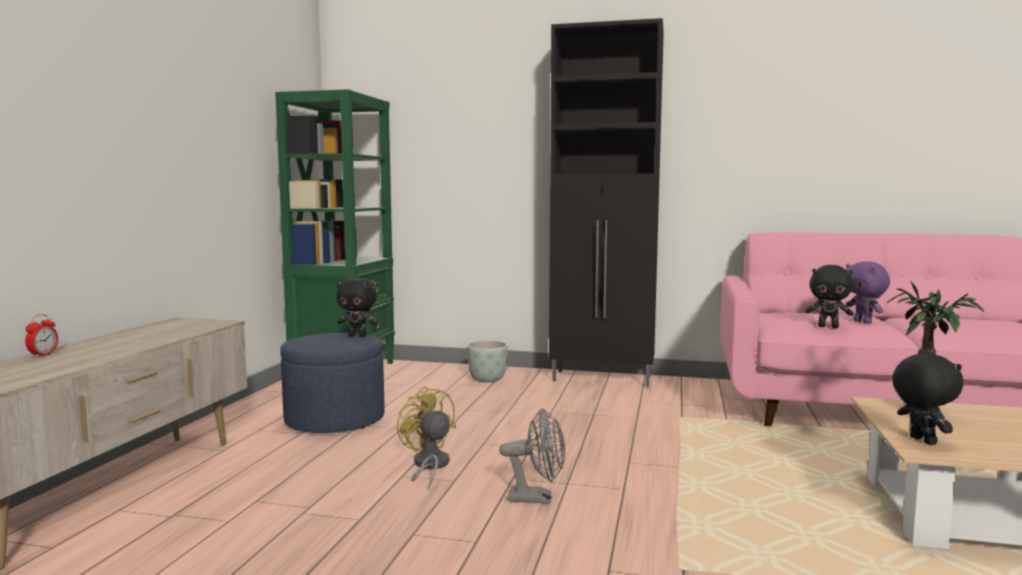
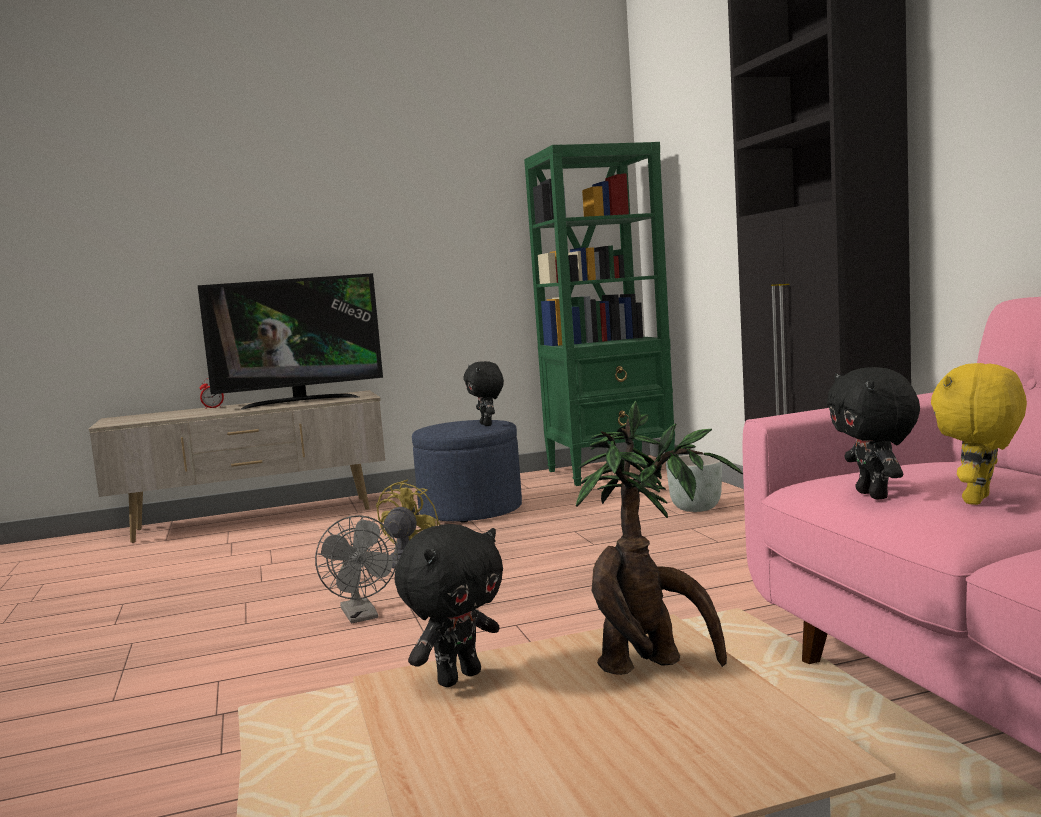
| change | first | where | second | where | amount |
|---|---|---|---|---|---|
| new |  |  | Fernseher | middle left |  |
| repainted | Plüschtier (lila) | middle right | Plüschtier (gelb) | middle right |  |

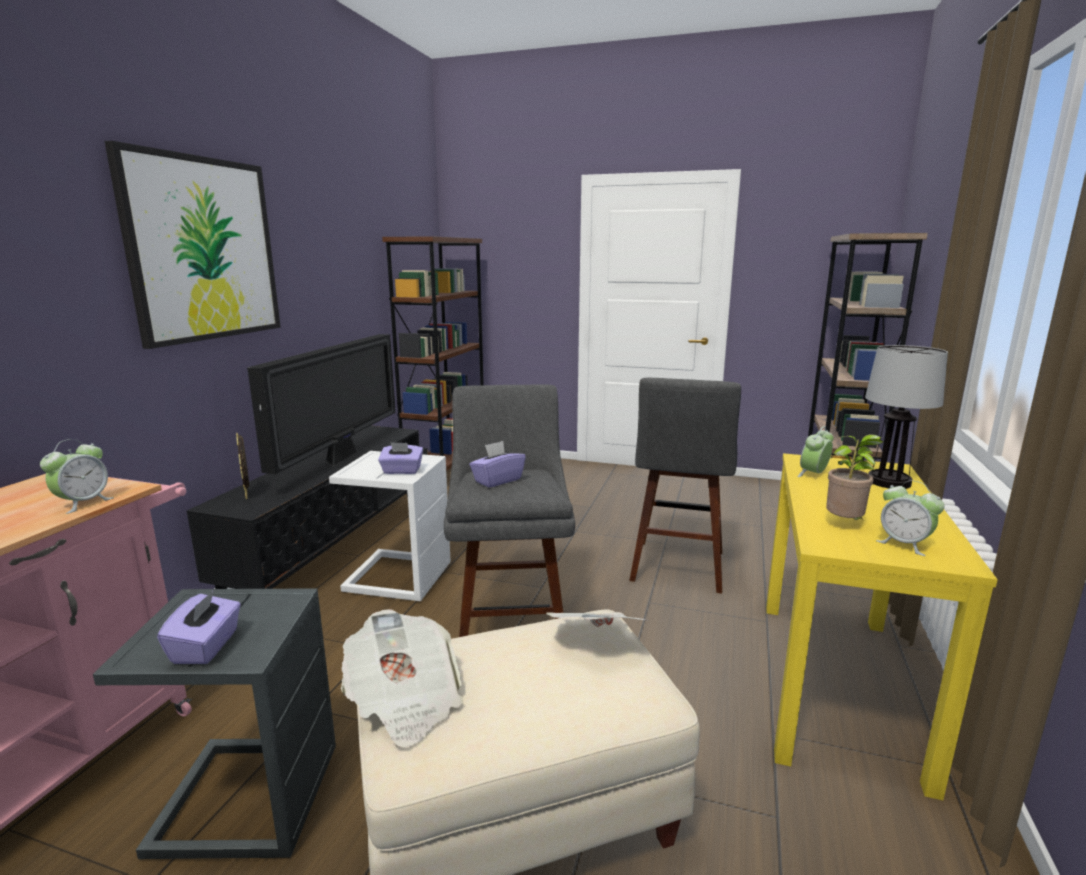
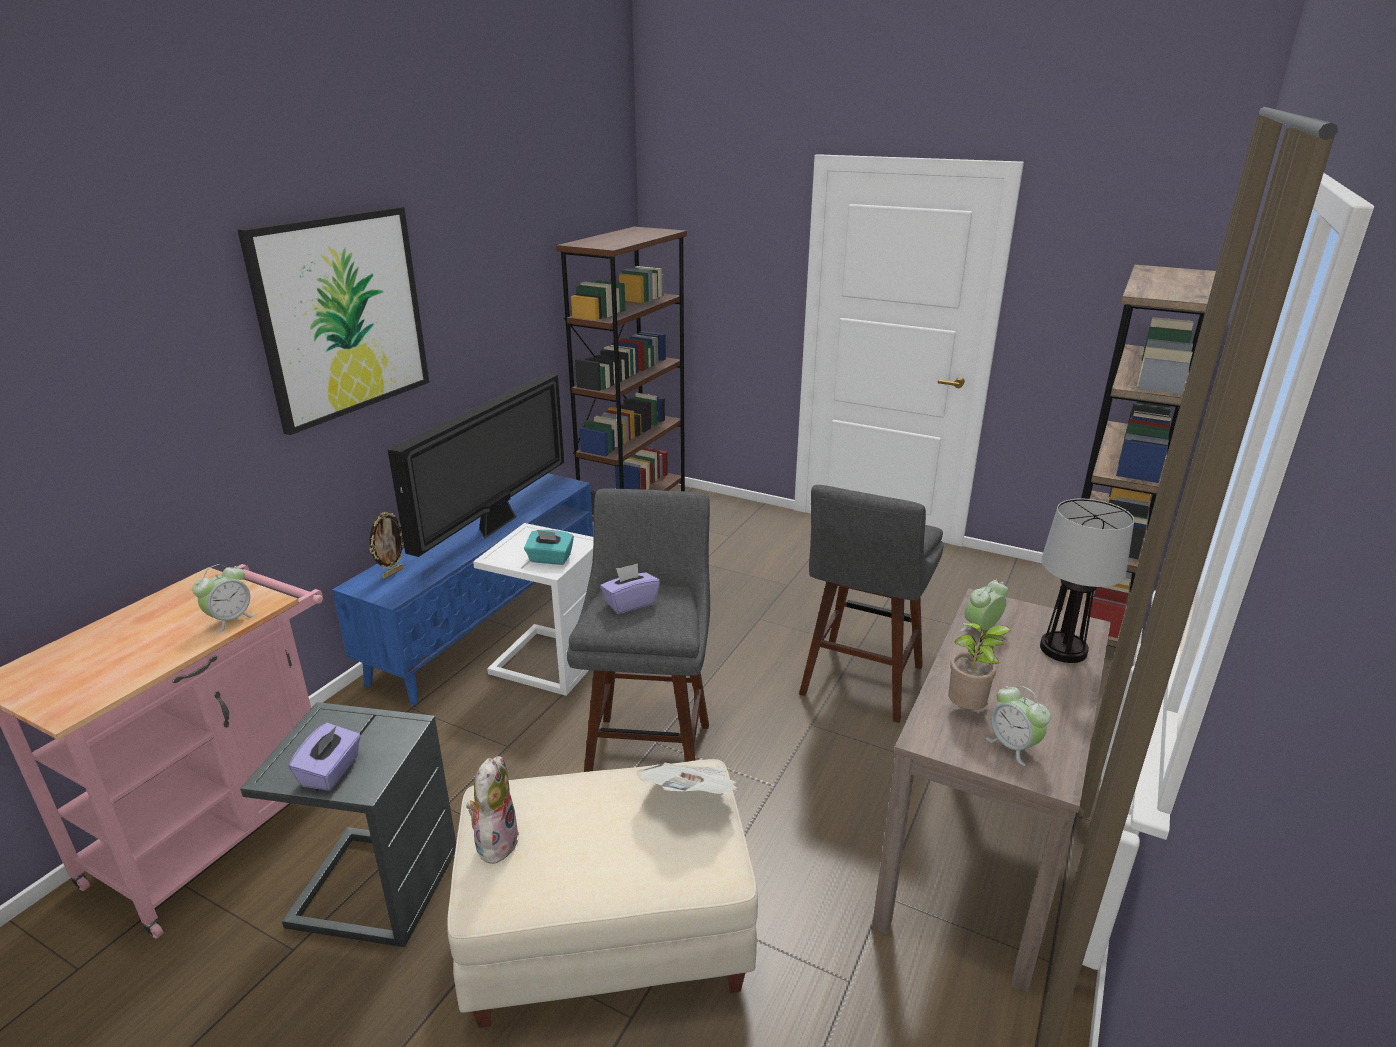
| change | first | where | second | where | amount |
|---|---|---|---|---|---|
| repainted | Fernsehschrank (schwarz) | middle left | Fernsehschrank (blau) | middle left |  |
| rotated | Bilderrahmen | middle left |  | middle left | 135 degrees counterclockwise |
| swapped | Zeitung (no. 1 from left) | bottom centre | Plüschtier | bottom centre |  |
| repainted | Taschentuchbox (lila) (no. 2 from left) | centre | Taschentuchbox (türkis) | centre |  |
| repainted | Konsolentisch (gelb) | bottom right | Konsolentisch (braun) | bottom right |  |

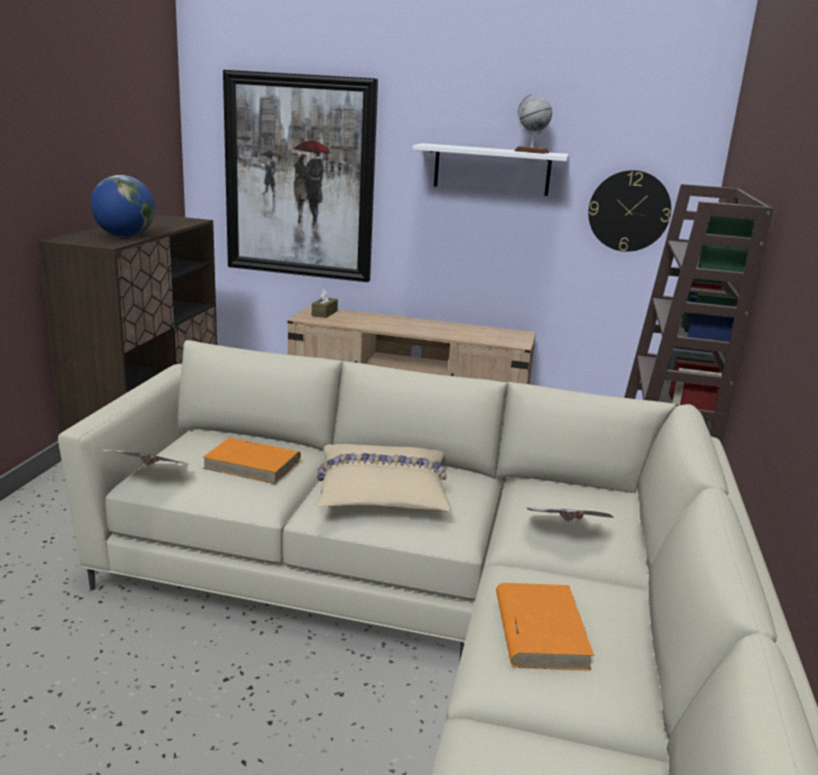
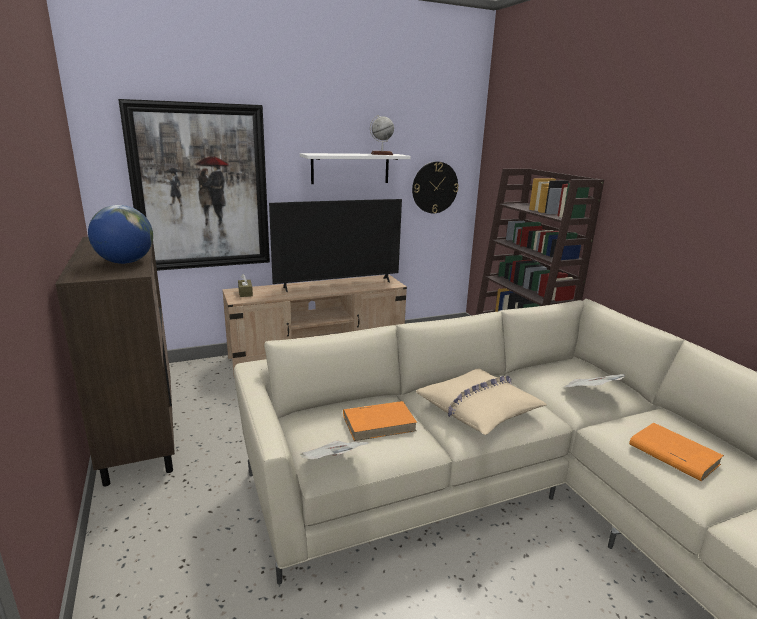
| change | first | where | second | where | amount |
|---|---|---|---|---|---|
| new |  |  | Fernseher | centre |  |

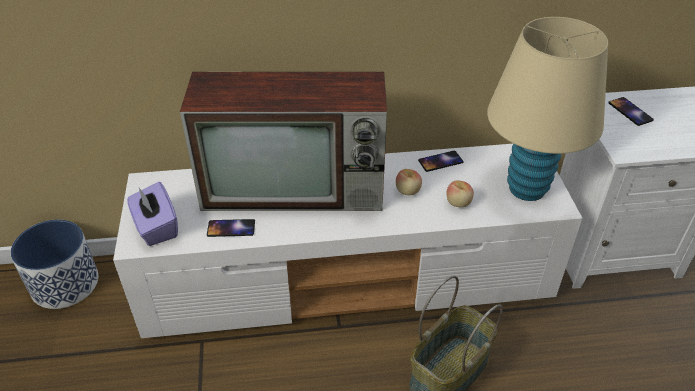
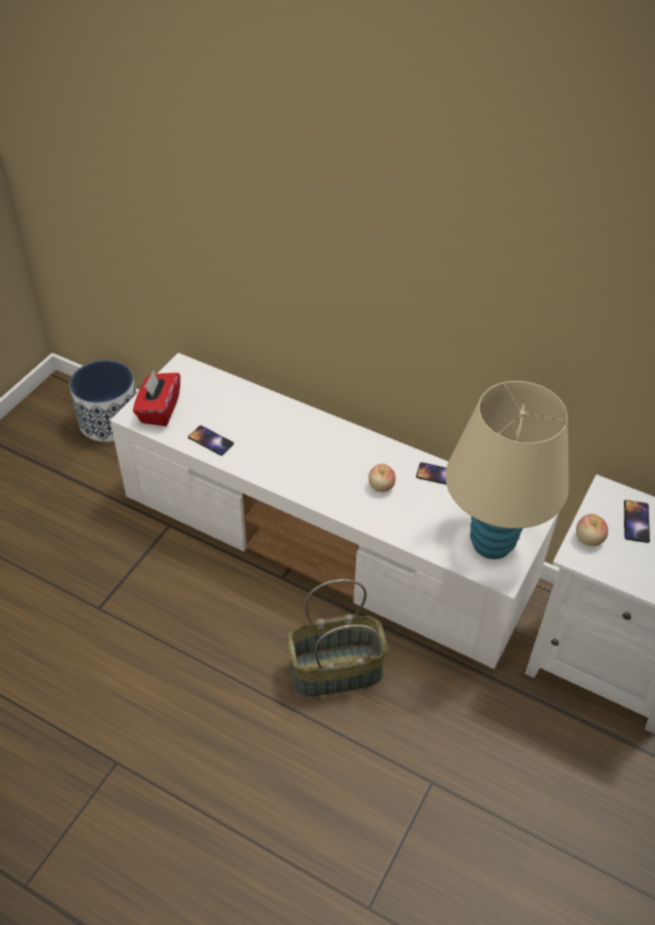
| change | first | where | second | where | amount |
|---|---|---|---|---|---|
| repainted | Taschentuchbox (lila) | middle left | Taschentuchbox (rot) | middle left |  |
| shifted | Apfel (no. 2 from left) | centre |  | middle right |  |
| gone | Fernseher | centre |  |  |  |

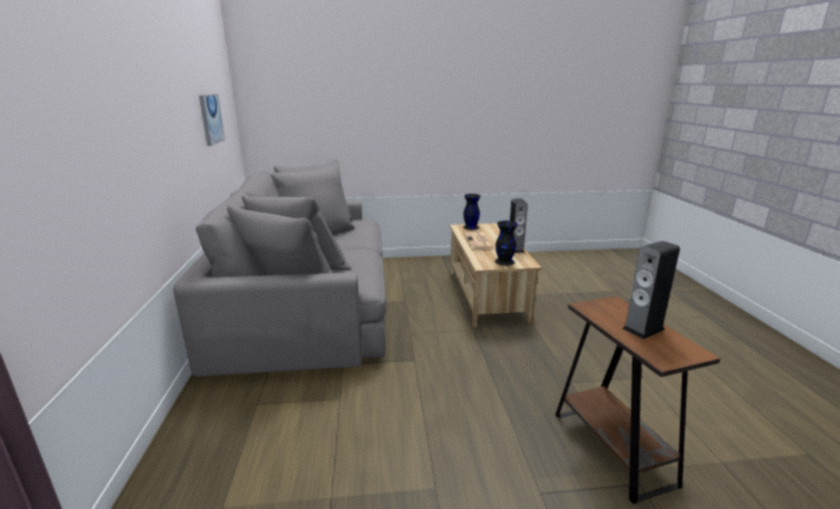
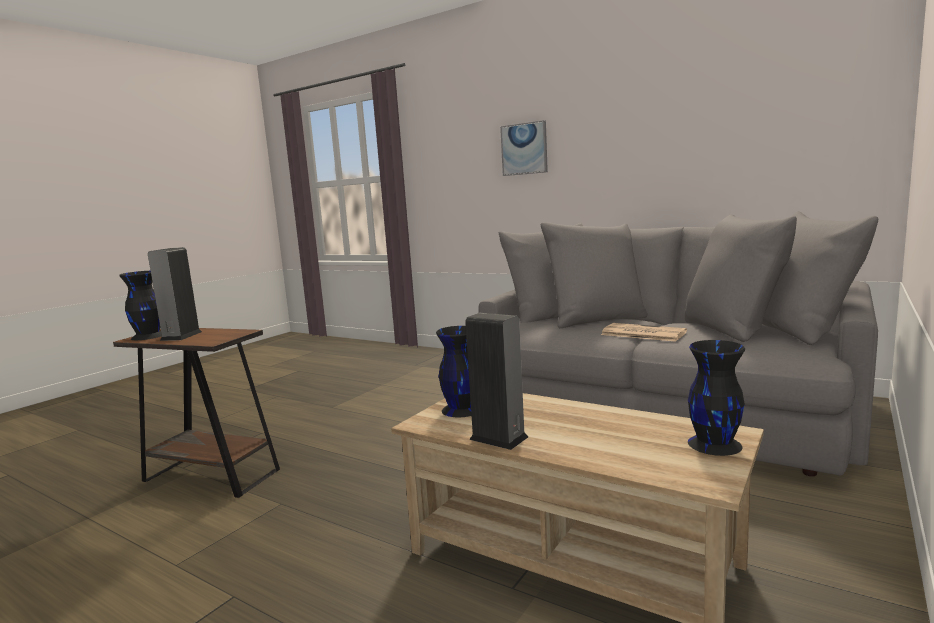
| change | first | where | second | where | amount |
|---|---|---|---|---|---|
| new |  |  | Vase (schwarz) (no. 1 from left) | middle left |  |
| shifted | Bild | top left |  | top centre |  |
| shifted | Zeitung | centre |  | middle right |  |

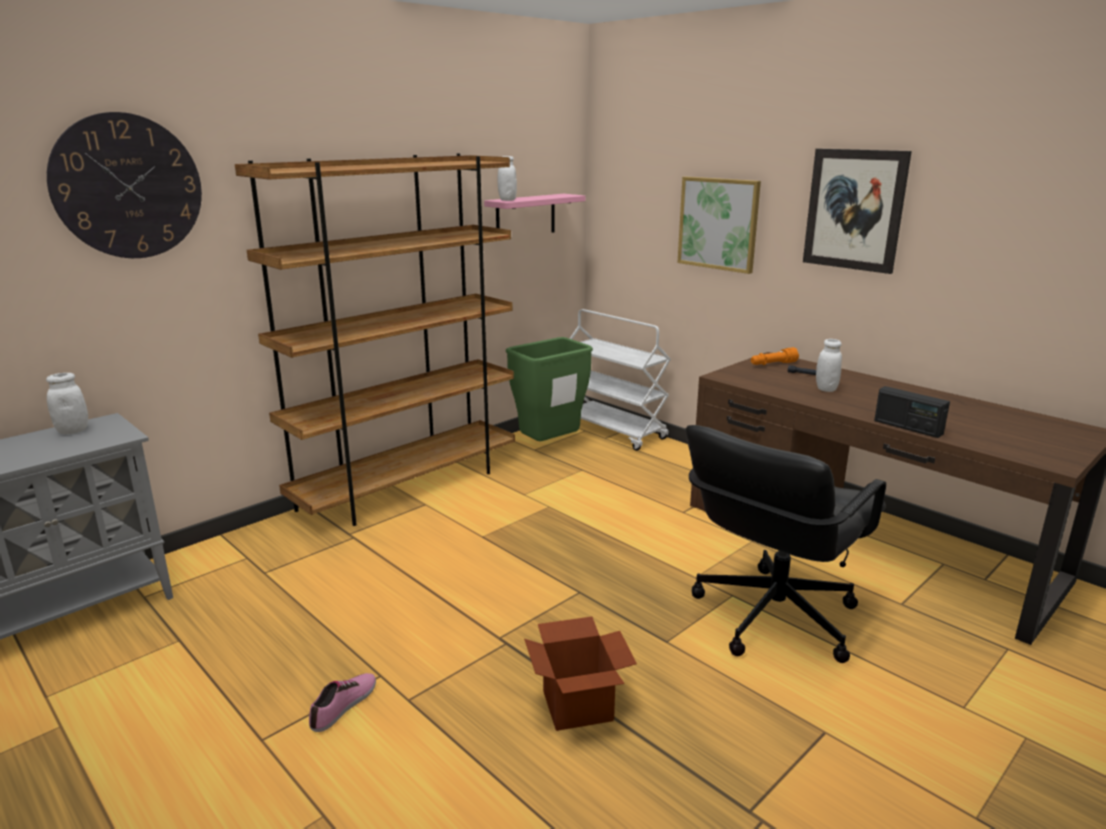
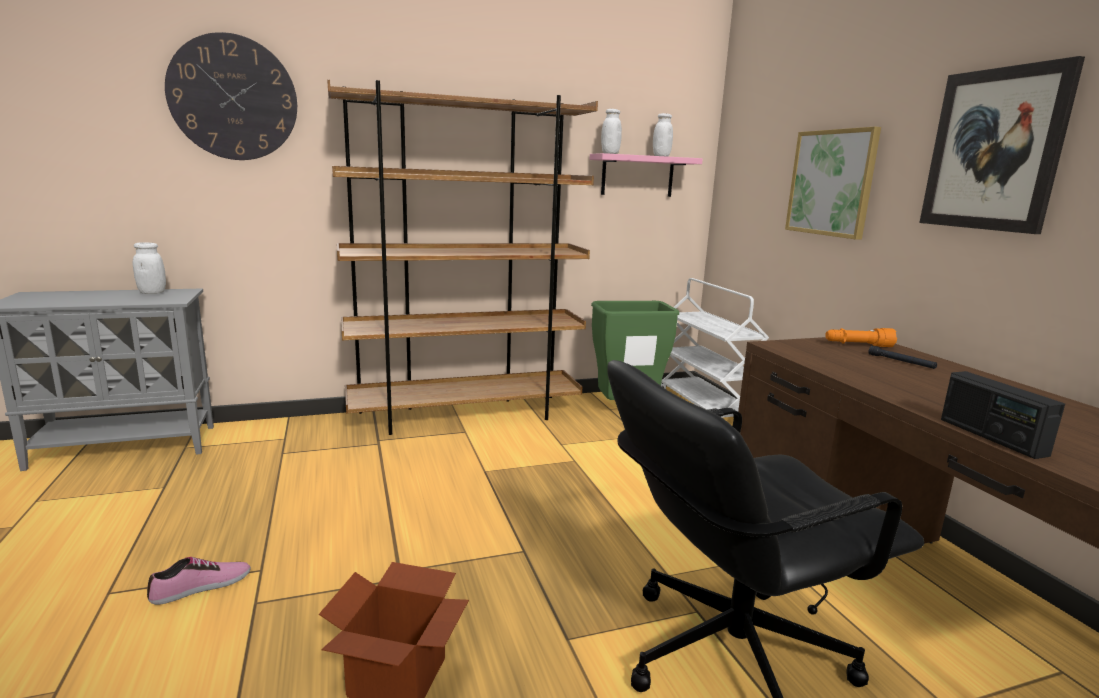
| change | first | where | second | where | amount |
|---|---|---|---|---|---|
| shifted | Vorratsglas (weiß) (no. 3 from left) | middle right |  | top centre |  |

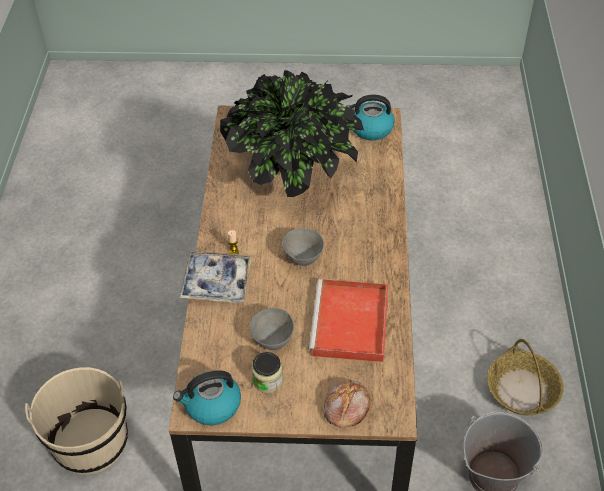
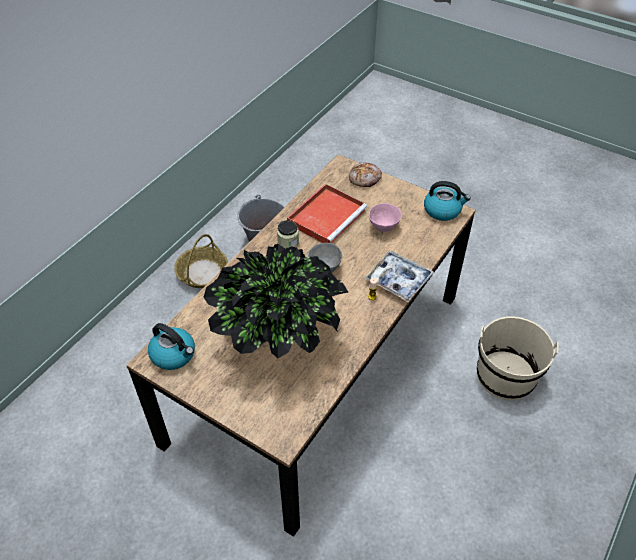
| change | first | where | second | where | amount |
|---|---|---|---|---|---|
| shifted | Vorratsglas | bottom centre |  | centre |  |
| repainted | Schüssel (grau) (no. 1 from left) | bottom centre | Schüssel (rosa) | centre |  |

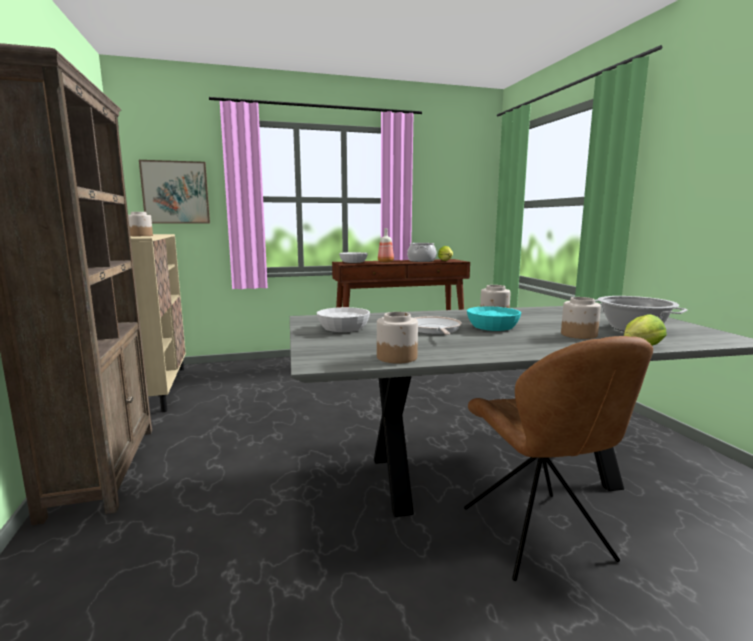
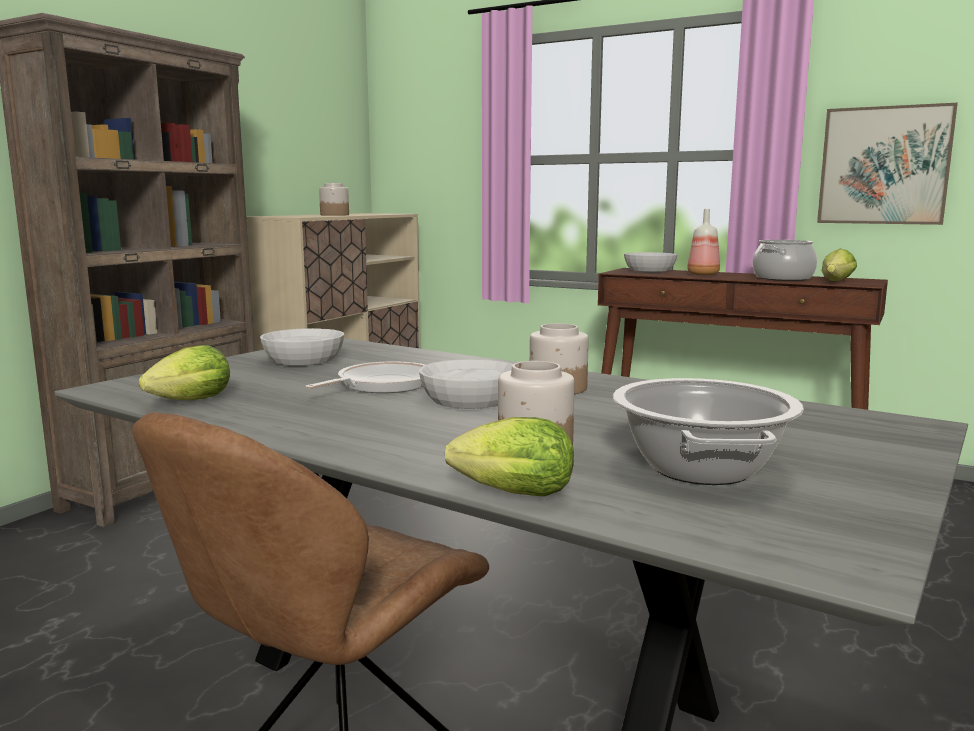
| change | first | where | second | where | amount |
|---|---|---|---|---|---|
| swapped | Vorratsglas (no. 2 from left) | centre | Salatkopf (no. 1 from left) | middle left |  |
| repainted | Schüssel (türkis) | centre | Schüssel (weiß) (no. 2 from left) | centre |  |
| shifted | Bild | top left |  | top right |  |

